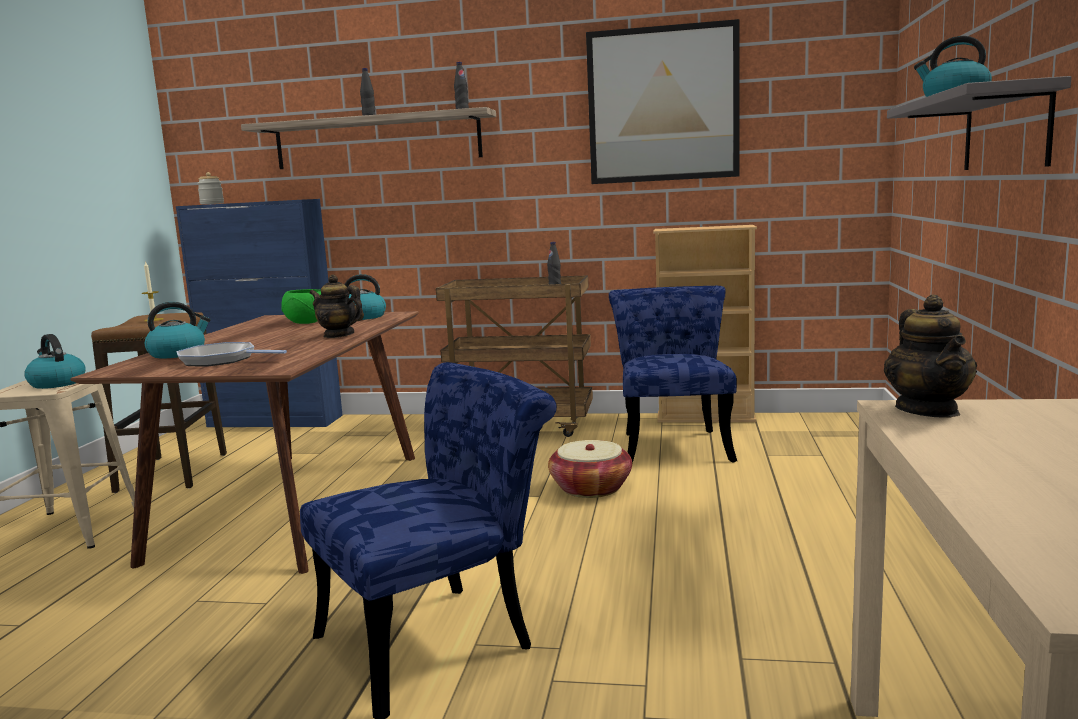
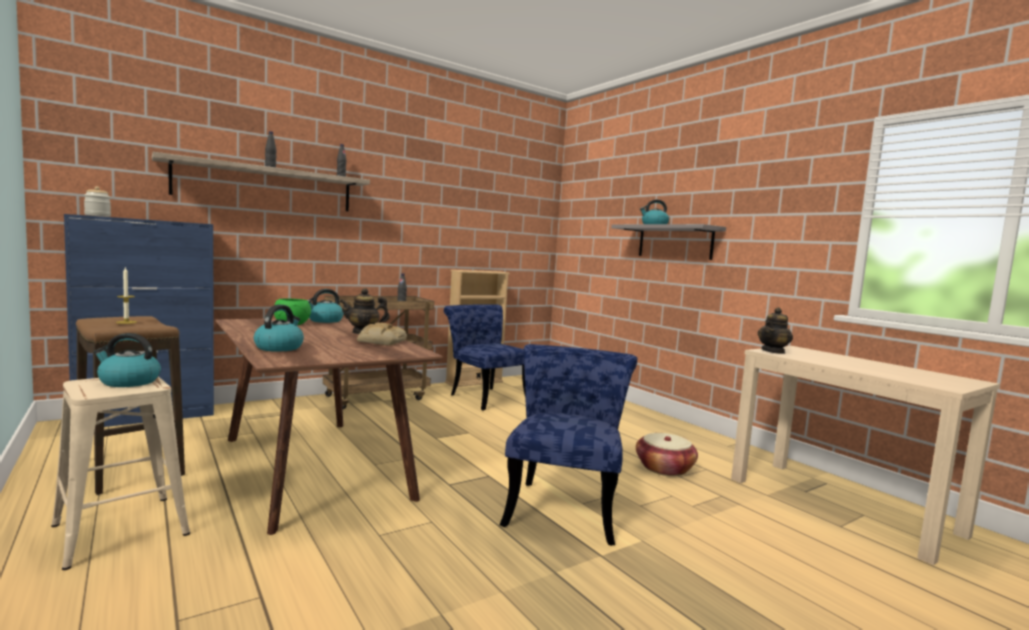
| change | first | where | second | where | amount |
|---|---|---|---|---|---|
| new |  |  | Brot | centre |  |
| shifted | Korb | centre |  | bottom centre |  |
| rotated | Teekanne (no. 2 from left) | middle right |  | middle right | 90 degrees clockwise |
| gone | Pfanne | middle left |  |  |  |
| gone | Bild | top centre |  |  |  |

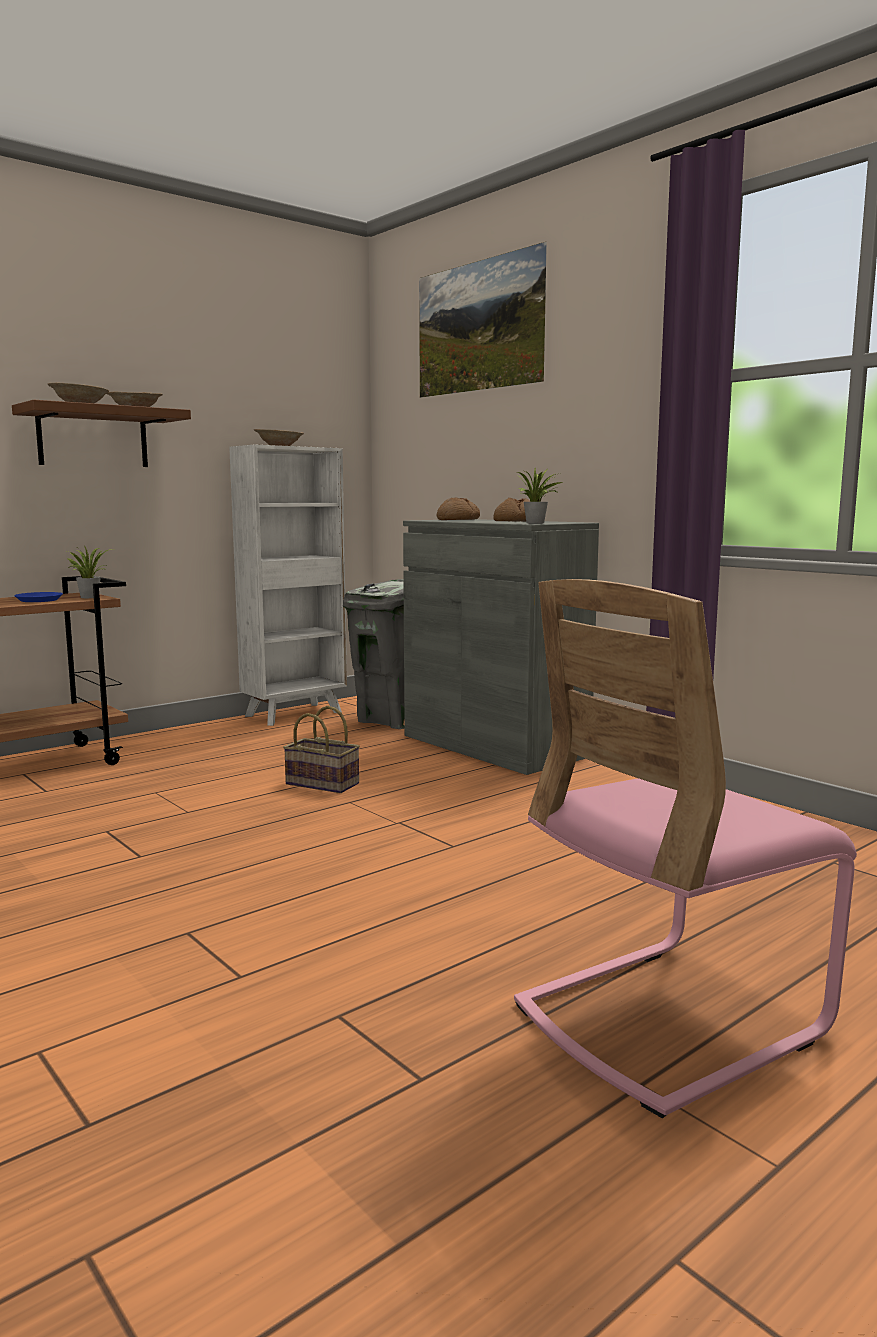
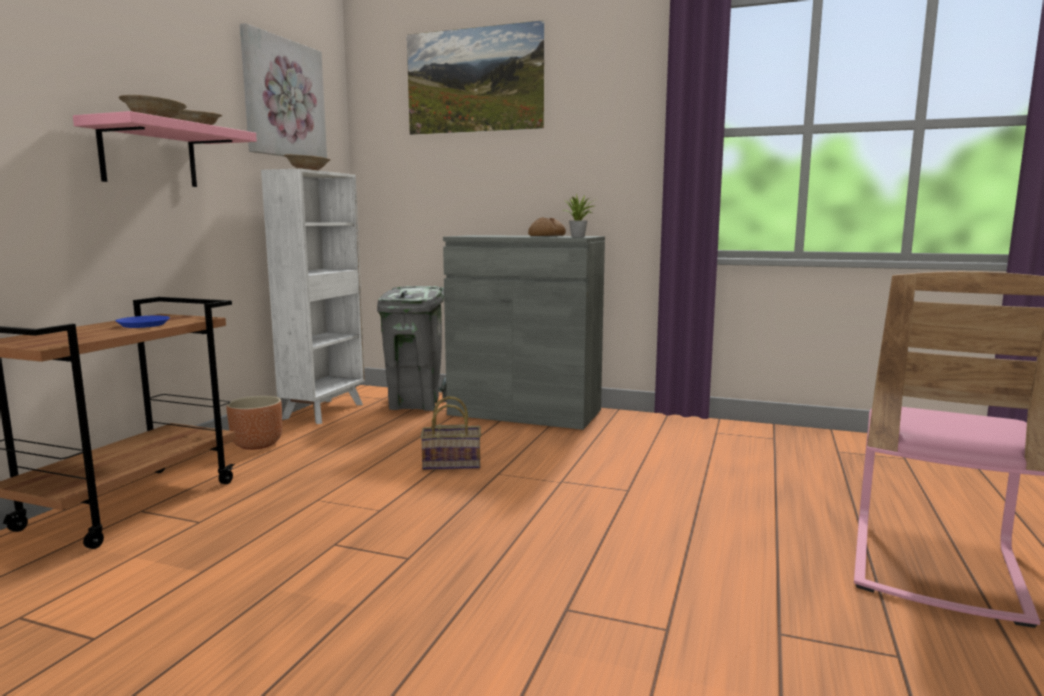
| change | first | where | second | where | amount |
|---|---|---|---|---|---|
| repainted | Wandregal (braun) | top left | Wandregal (rosa) | top left |  |
| new |  |  | Pflanzkübel (braun) | middle left |  |
| new |  |  | Bild (no. 1 from left) | top left |  |
| gone | Topfpflanze (no. 1 from left) | middle left |  |  |  |
| gone | Brot (no. 1 from left) | centre |  |  |  |

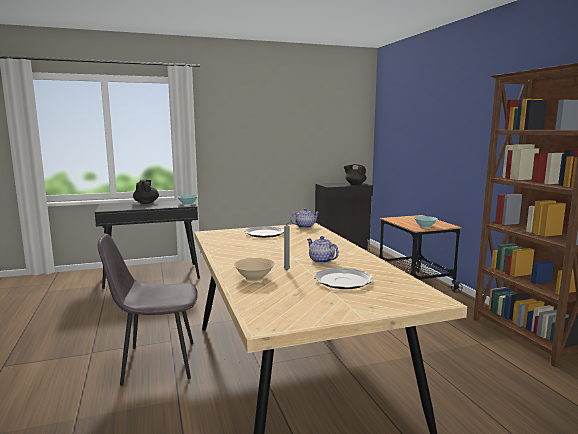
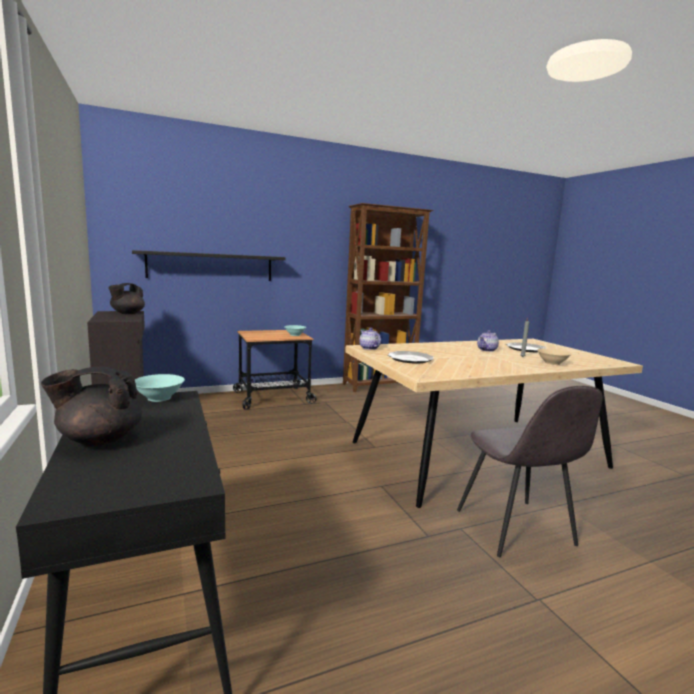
| change | first | where | second | where | amount |
|---|---|---|---|---|---|
| new |  |  | Wandregal (schwarz) | middle left |  |

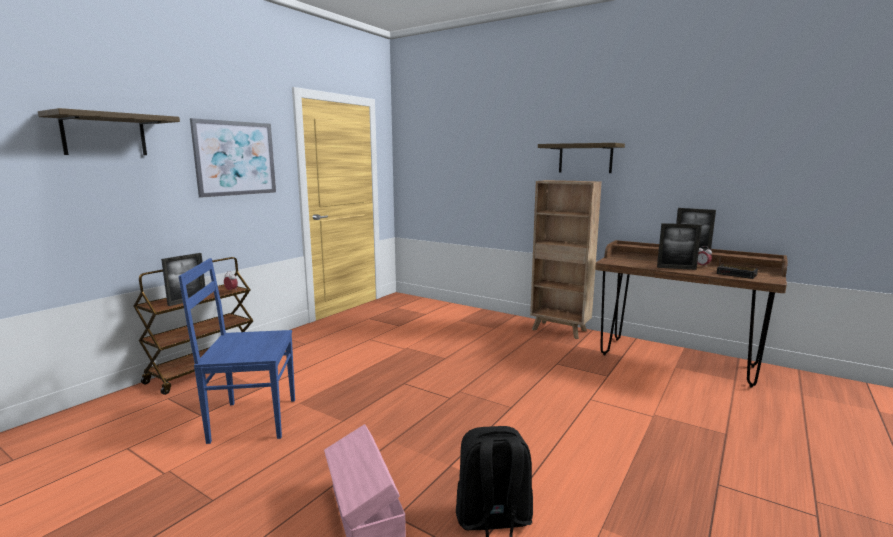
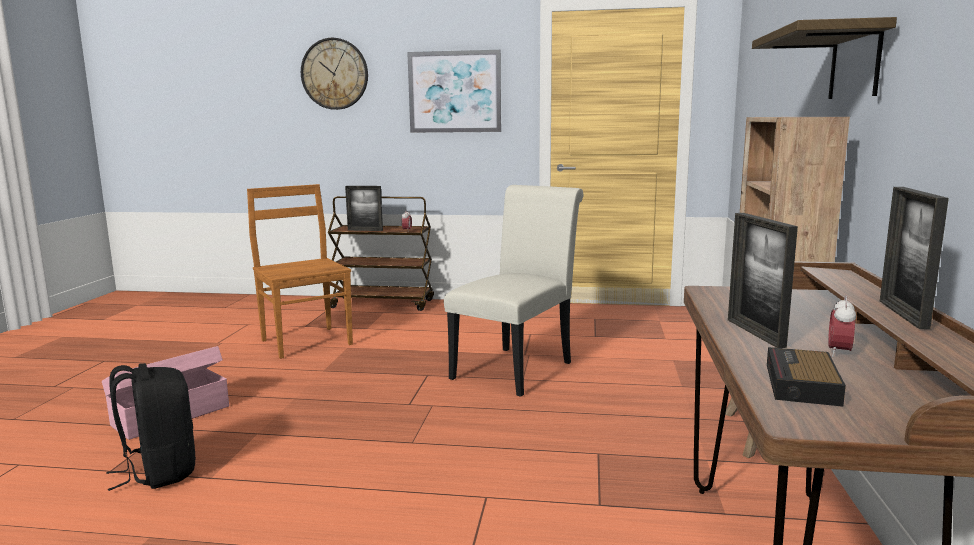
| change | first | where | second | where | amount |
|---|---|---|---|---|---|
| repainted | Stuhl (blau) | middle left | Stuhl (braun) | middle left |  |
| swapped | Wandregal (no. 1 from left) | top left | Wanduhr | top centre |  |
| new |  |  | Stuhl (weiß) | centre |  |

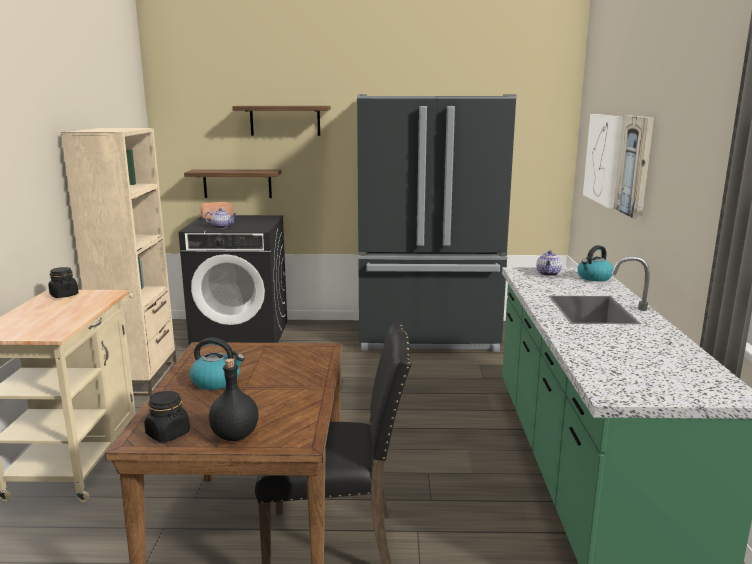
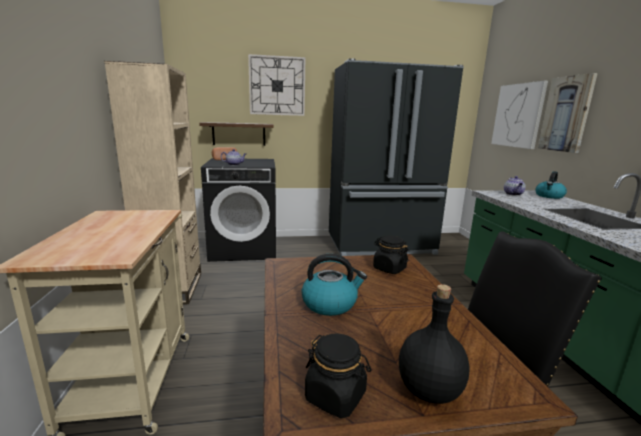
| change | first | where | second | where | amount |
|---|---|---|---|---|---|
| swapped | Wandregal (no. 2 from left) | top centre | Wanduhr | top centre |  |
| shifted | Vorratsglas (schwarz) (no. 1 from left in the first image) | middle left | Vorratsglas (schwarz) (no. 2 from left) | centre |  |

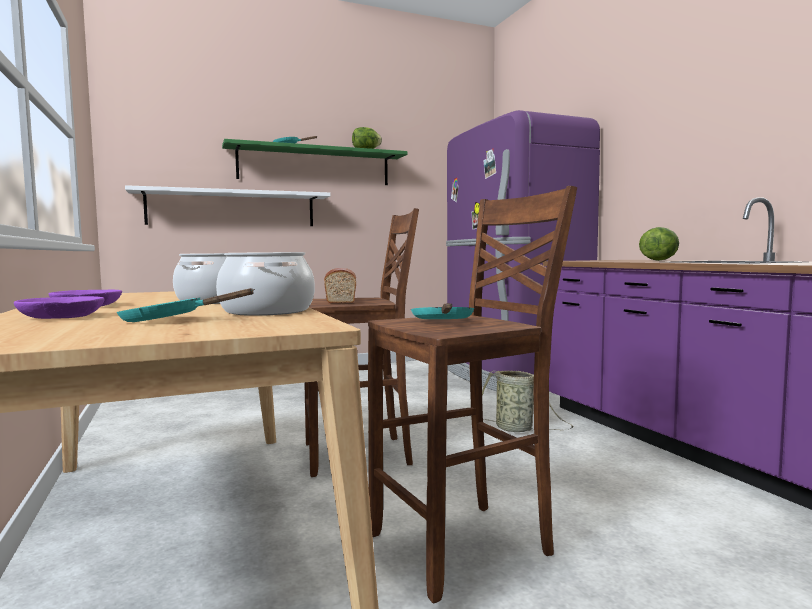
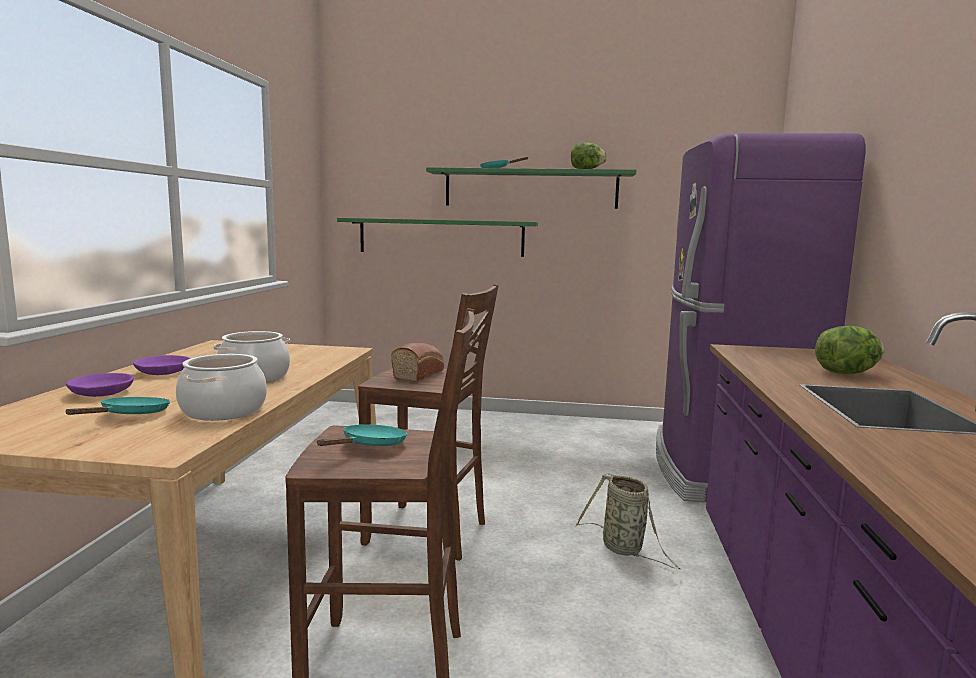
| change | first | where | second | where | amount |
|---|---|---|---|---|---|
| rotated | Pfanne (türkis) (no. 1 from left) | middle left |  | middle left | 75 degrees clockwise |
| repainted | Wandregal (weiß) | middle left | Wandregal (grün) (no. 1 from left) | centre |  |

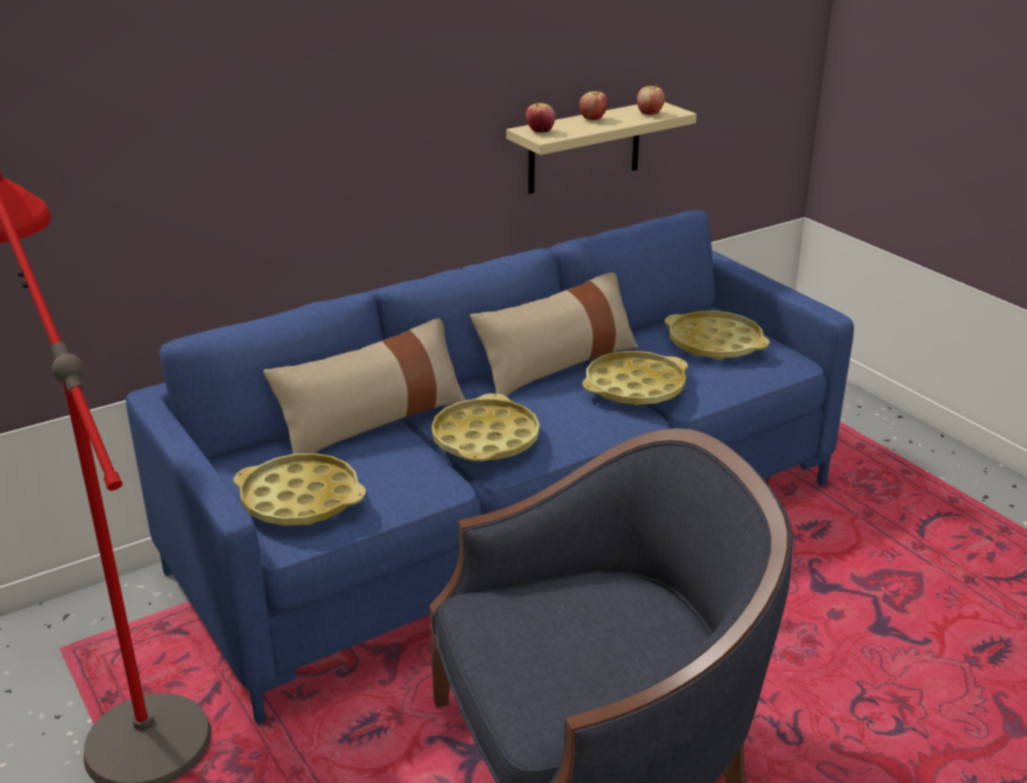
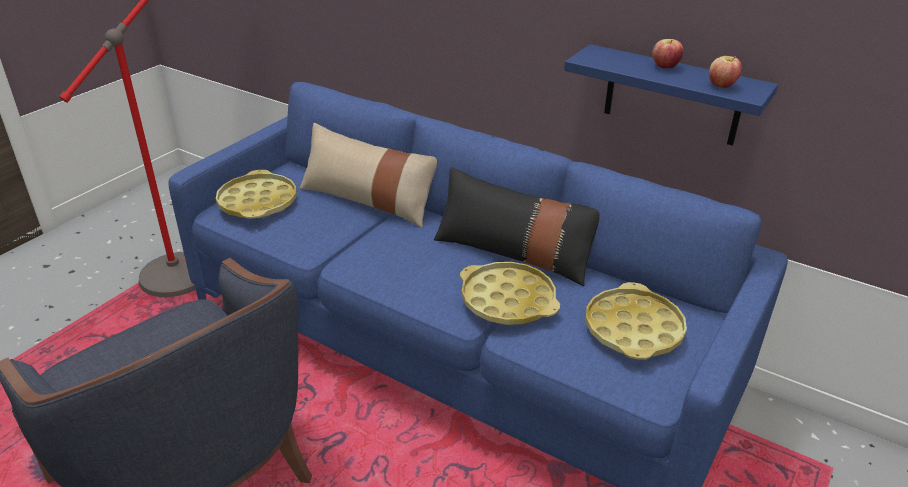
| change | first | where | second | where | amount |
|---|---|---|---|---|---|
| repainted | Kissen (beige) (no. 2 from left) | centre | Kissen (schwarz) | centre |  |
| repainted | Wandregal (beige) | top centre | Wandregal (blau) | top right |  |
| gone | Tablett (gelb) (no. 2 from left) | centre |  |  |  |
| gone | Apfel (no. 1 from left) | top centre |  |  |  |

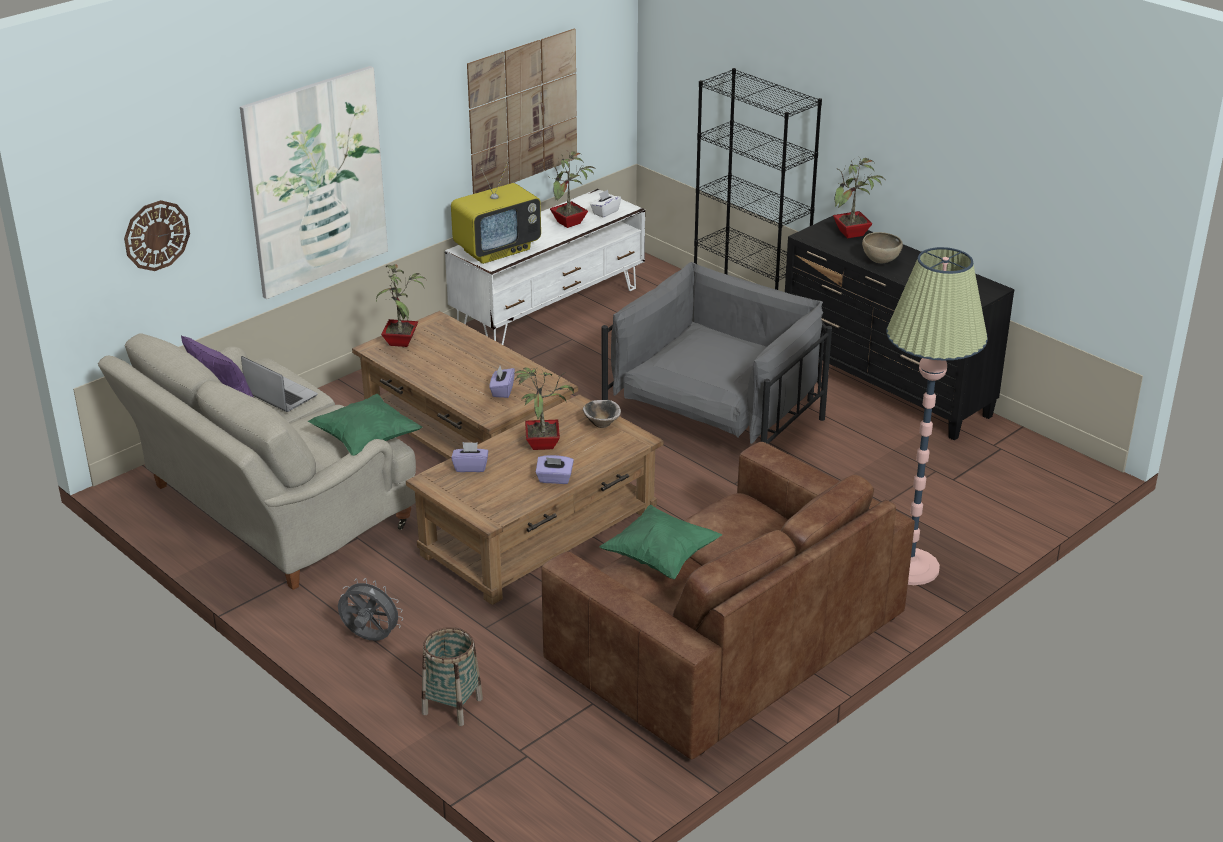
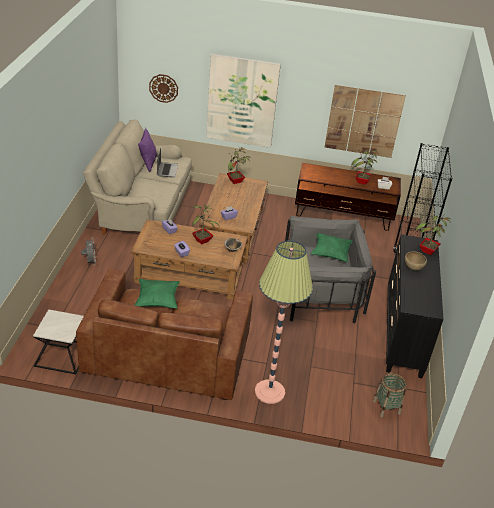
| change | first | where | second | where | amount |
|---|---|---|---|---|---|
| new |  |  | Beistelltisch | bottom left |  |
| repainted | Fernsehschrank (weiß) | top centre | Fernsehschrank (braun) | middle right |  |
| shifted | Kissen (grün) (no. 1 from left in the first image) | middle left | Kissen (grün) (no. 2 from left) | middle right |  |
| shifted | Korb | bottom centre |  | bottom right |  |
| gone | Fernseher | top centre |  |  |  |

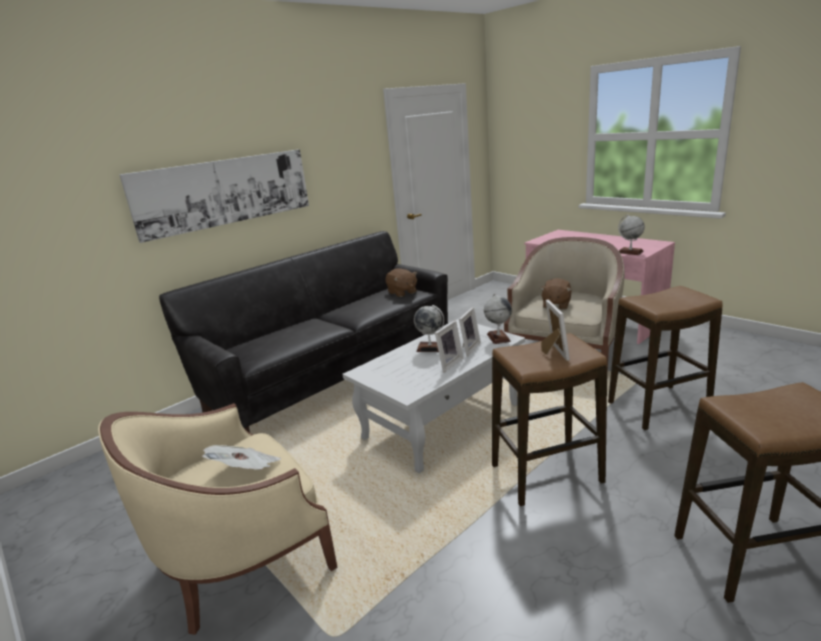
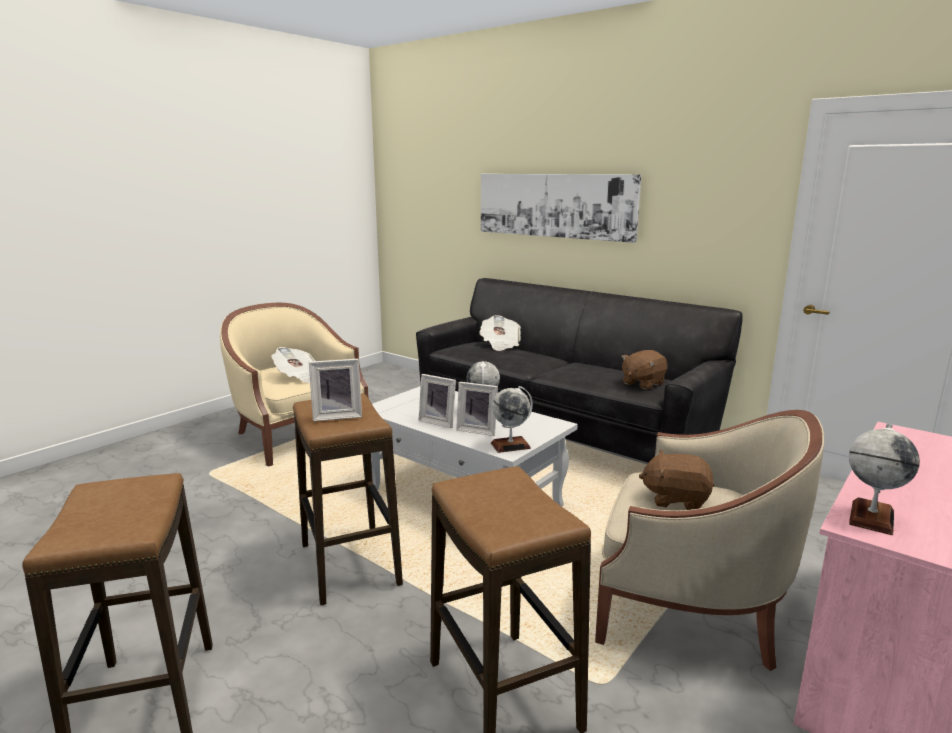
| change | first | where | second | where | amount |
|---|---|---|---|---|---|
| new |  |  | Zeitung (no. 2 from left) | centre |  |

